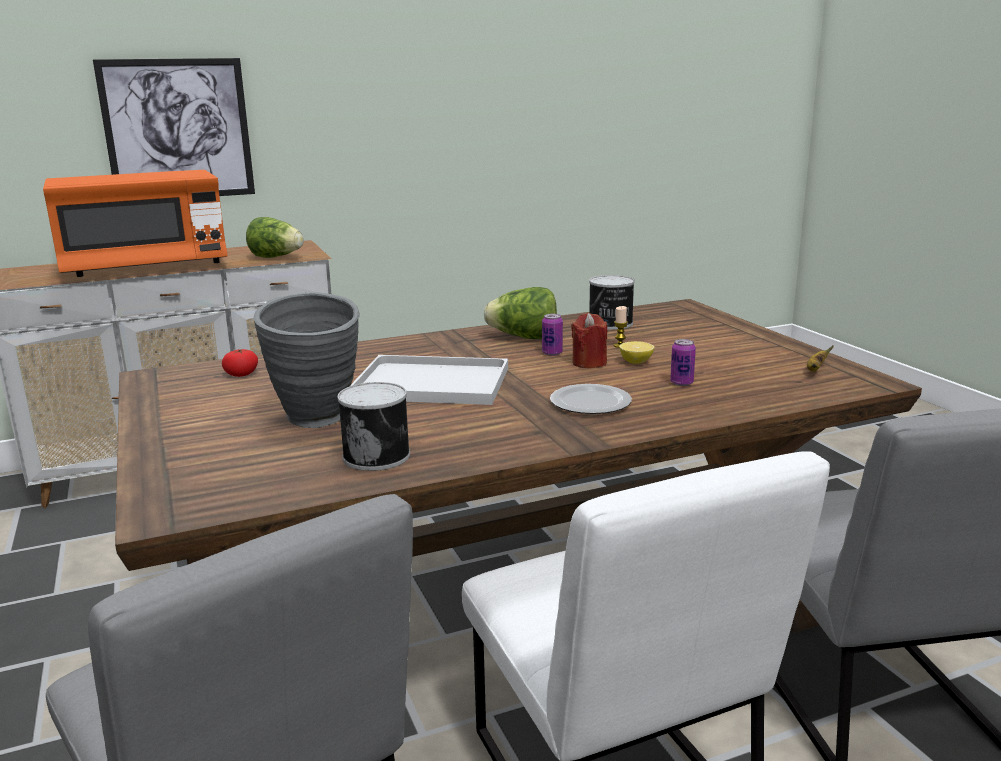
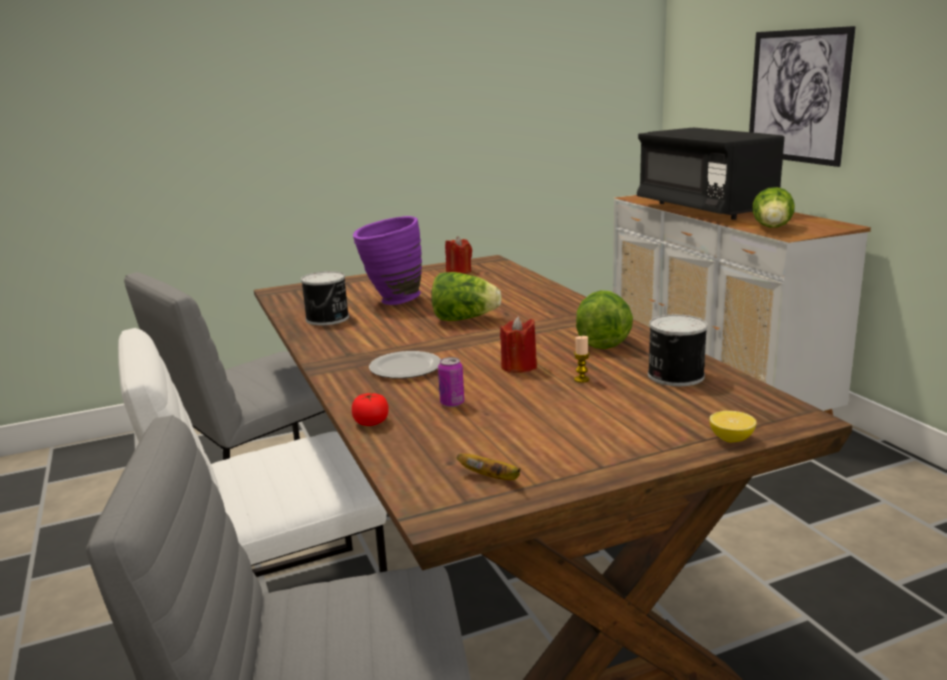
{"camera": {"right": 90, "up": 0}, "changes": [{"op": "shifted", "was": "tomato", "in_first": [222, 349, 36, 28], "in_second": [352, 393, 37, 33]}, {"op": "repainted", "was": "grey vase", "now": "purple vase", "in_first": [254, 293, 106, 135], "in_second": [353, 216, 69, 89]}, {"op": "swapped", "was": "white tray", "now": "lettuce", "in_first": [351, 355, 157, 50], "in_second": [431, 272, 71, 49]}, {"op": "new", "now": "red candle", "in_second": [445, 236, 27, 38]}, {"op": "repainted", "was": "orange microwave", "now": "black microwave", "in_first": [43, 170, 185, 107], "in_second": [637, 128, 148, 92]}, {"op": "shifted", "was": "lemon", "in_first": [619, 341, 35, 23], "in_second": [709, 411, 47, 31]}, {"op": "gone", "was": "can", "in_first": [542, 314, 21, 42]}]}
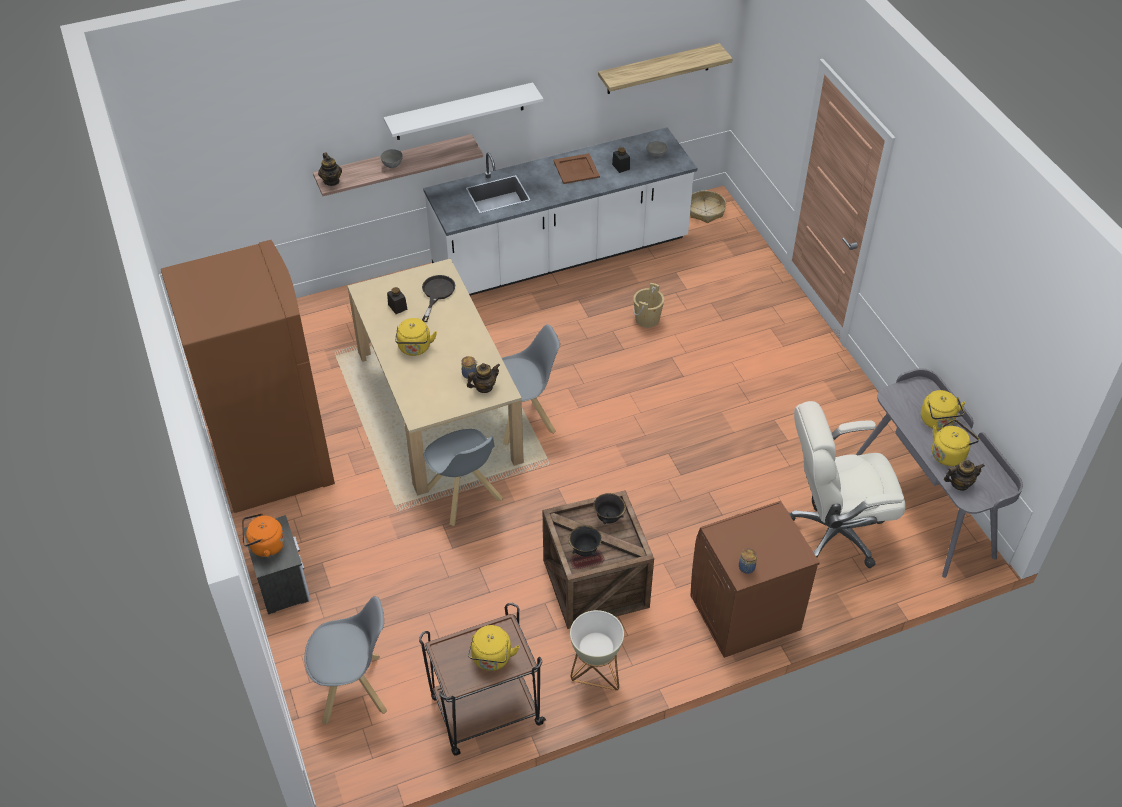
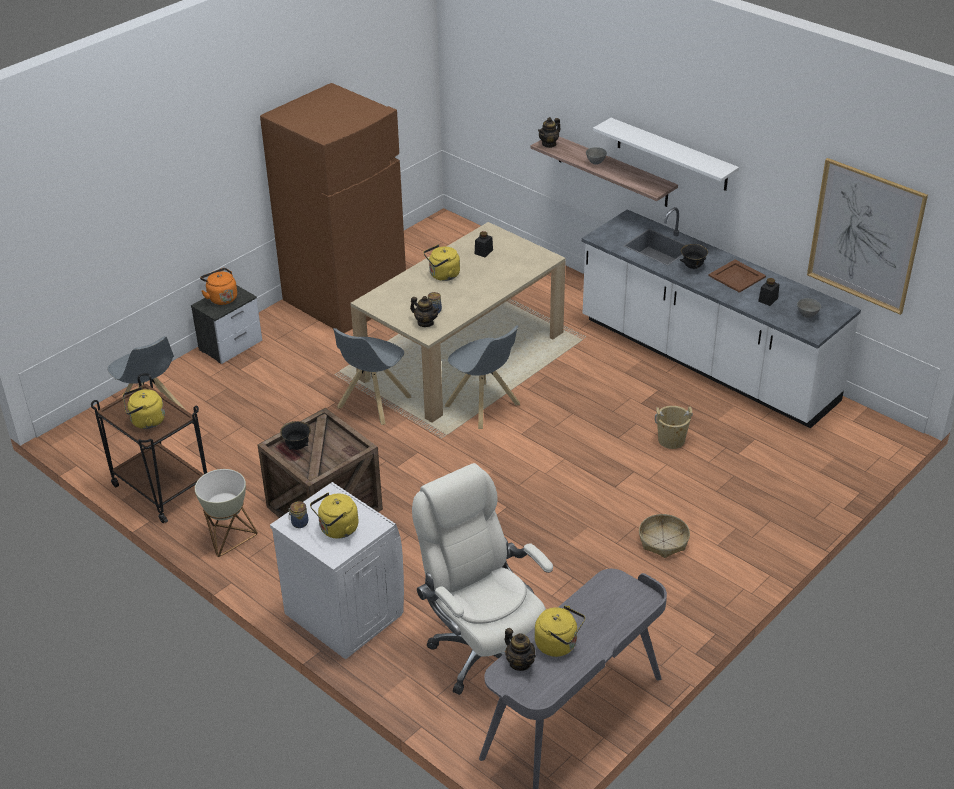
{"camera": {"right": 65, "up": -10}, "changes": [{"op": "repainted", "was": "brown washing machine", "now": "white washing machine", "in_first": [691, 501, 129, 157], "in_second": [270, 482, 134, 178]}, {"op": "shifted", "was": "yellow kettle", "in_first": [921, 390, 44, 40], "in_second": [310, 493, 48, 46]}, {"op": "shifted", "was": "basket", "in_first": [690, 191, 36, 32], "in_second": [639, 514, 51, 44]}, {"op": "shifted", "was": "black bowl", "in_first": [593, 493, 33, 31], "in_second": [680, 244, 28, 25]}, {"op": "swapped", "was": "shelf", "now": "picture", "in_first": [598, 43, 135, 51], "in_second": [807, 158, 121, 157]}, {"op": "gone", "was": "black frying pan", "in_first": [422, 275, 33, 47]}]}
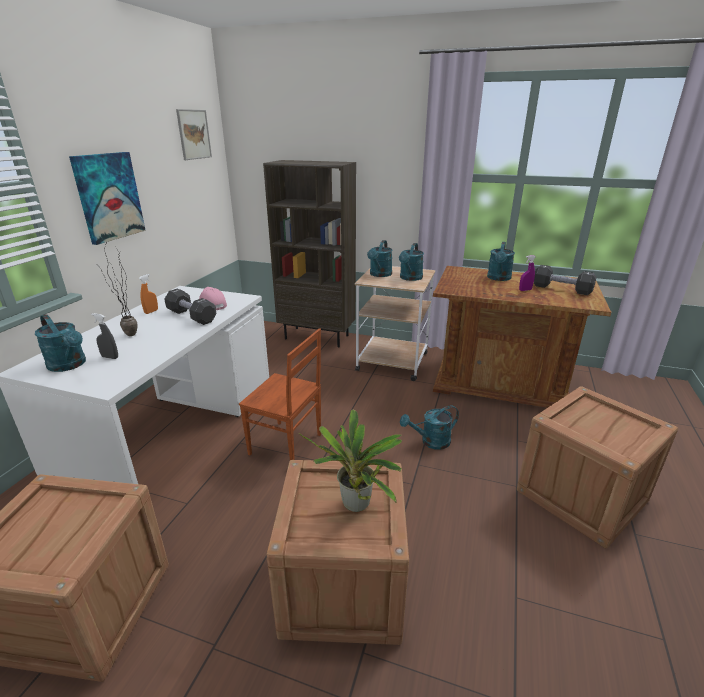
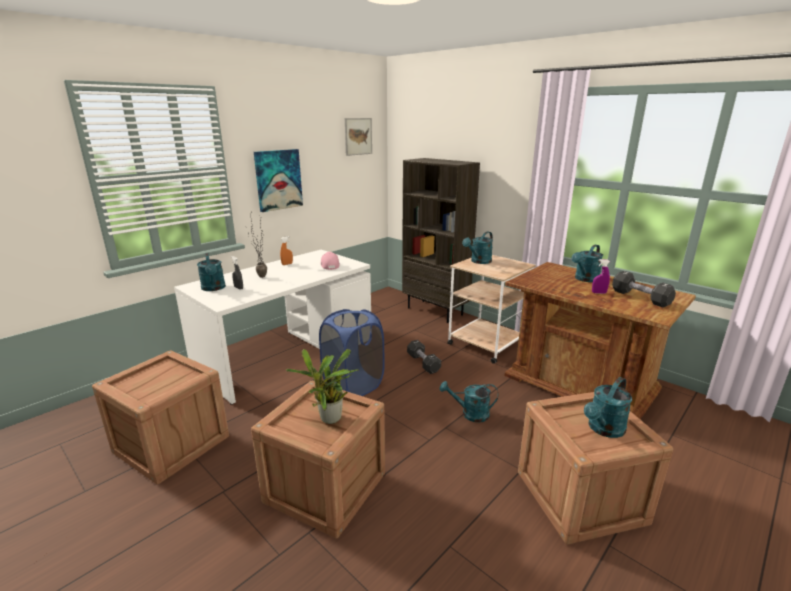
{"camera": {"right": 25, "up": -5}, "changes": [{"op": "swapped", "was": "brown chair", "now": "blue laundry basket", "in_first": [239, 328, 82, 132], "in_second": [319, 309, 65, 87]}, {"op": "shifted", "was": "black dumbbell", "in_first": [164, 289, 52, 36], "in_second": [407, 340, 34, 34]}, {"op": "shifted", "was": "turquoise watering can", "in_first": [399, 243, 25, 38], "in_second": [584, 377, 48, 61]}]}
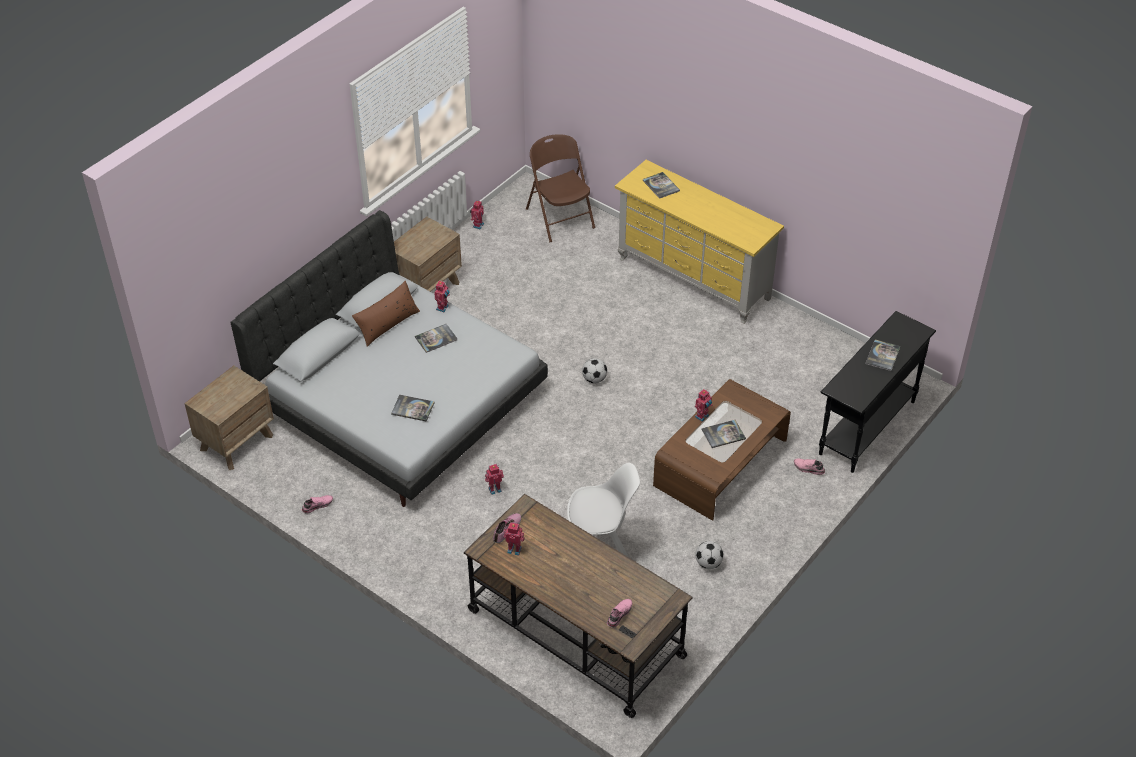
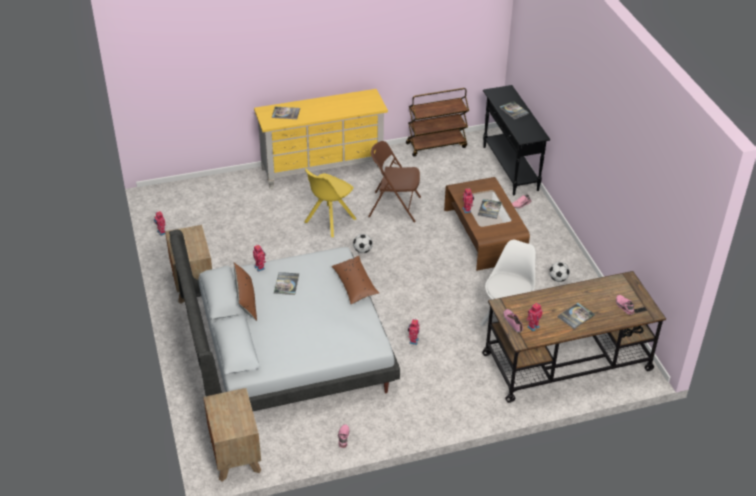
{"camera": {"right": -55, "up": -5}, "changes": [{"op": "new", "now": "yellow chair", "in_second": [304, 168, 53, 69]}, {"op": "new", "now": "brown pillow", "in_second": [332, 256, 47, 48]}, {"op": "shifted", "was": "brown chair", "in_first": [526, 134, 70, 109], "in_second": [368, 141, 53, 82]}, {"op": "new", "now": "brown cart", "in_second": [406, 88, 63, 69]}, {"op": "shifted", "was": "book", "in_first": [391, 395, 43, 27], "in_second": [558, 302, 37, 27]}]}
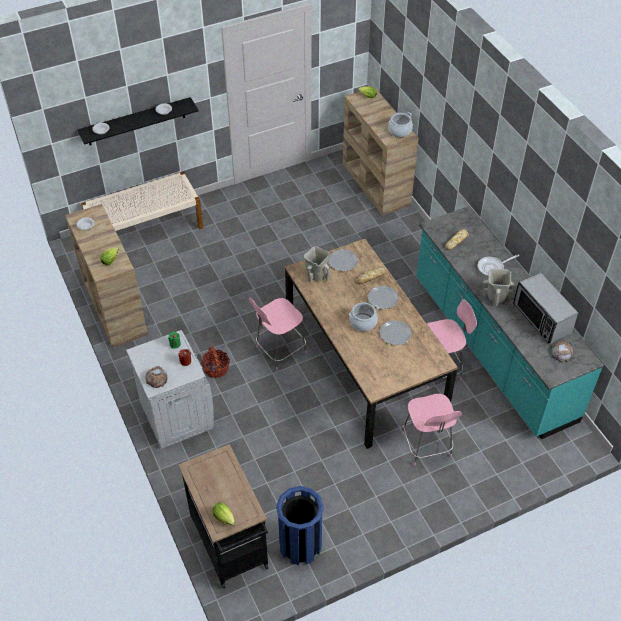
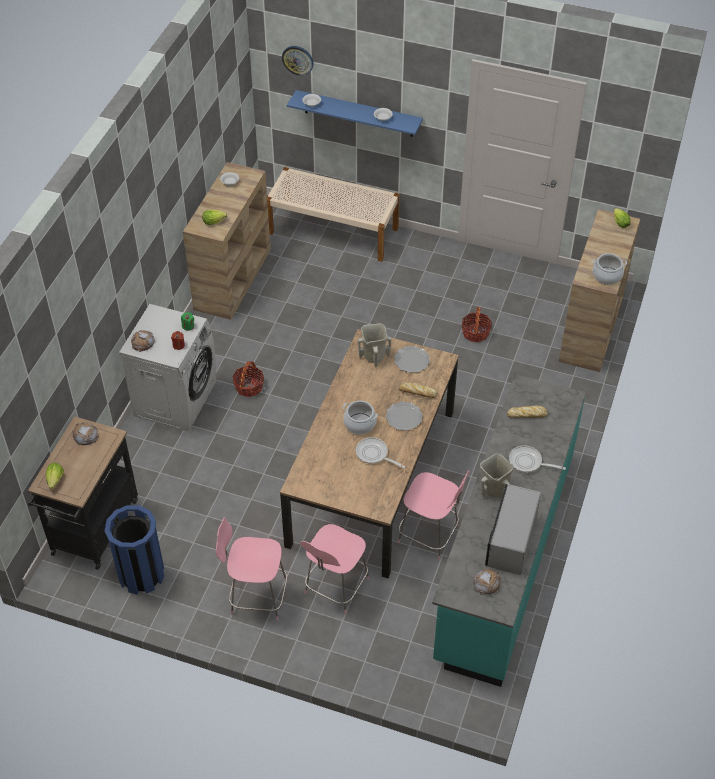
{"camera": {"right": 45, "up": 0}, "changes": [{"op": "new", "now": "bread", "in_second": [72, 422, 27, 23]}, {"op": "shifted", "was": "pink chair", "in_first": [249, 298, 58, 72], "in_second": [216, 517, 71, 104]}, {"op": "new", "now": "wall clock", "in_second": [282, 46, 32, 30]}, {"op": "repainted", "was": "black shelf", "now": "blue shelf", "in_first": [77, 97, 122, 48], "in_second": [287, 90, 136, 47]}, {"op": "swapped", "was": "plate", "now": "frying pan", "in_first": [379, 320, 33, 25], "in_second": [356, 437, 49, 31]}, {"op": "new", "now": "basket", "in_second": [462, 307, 30, 35]}]}
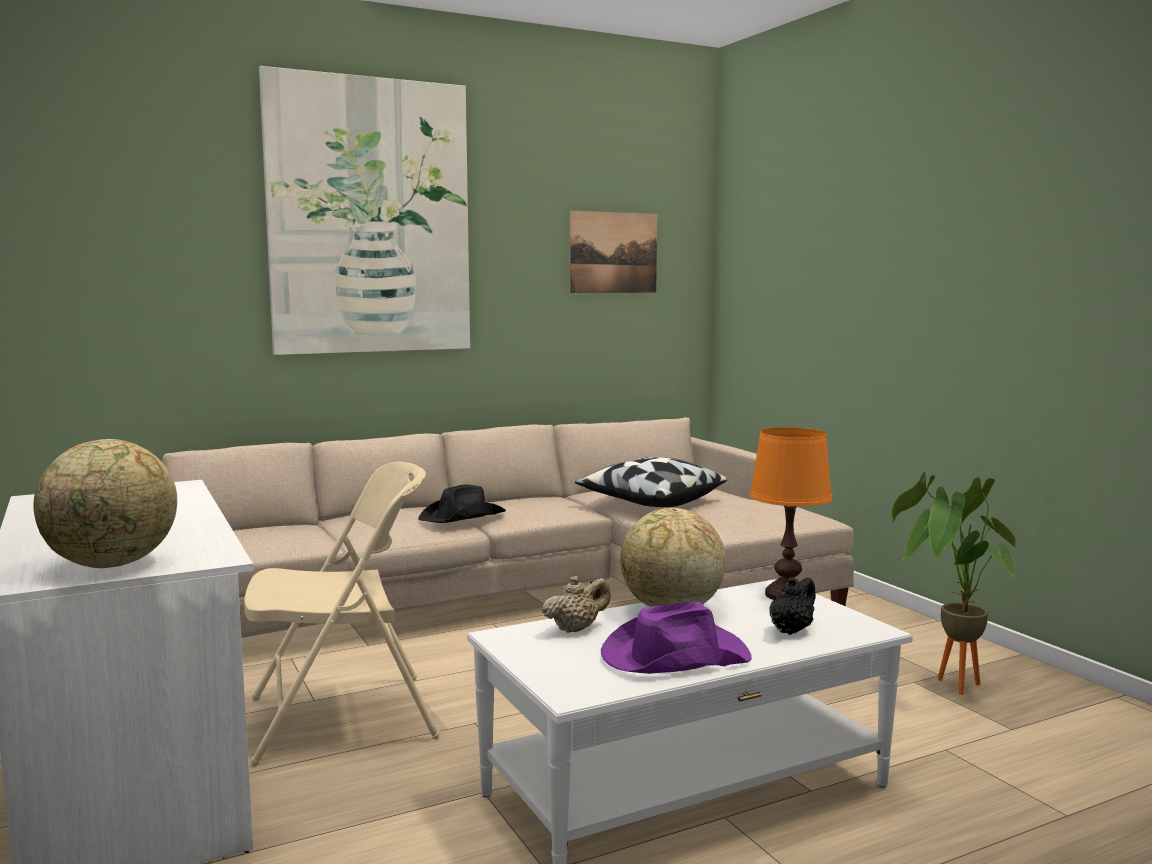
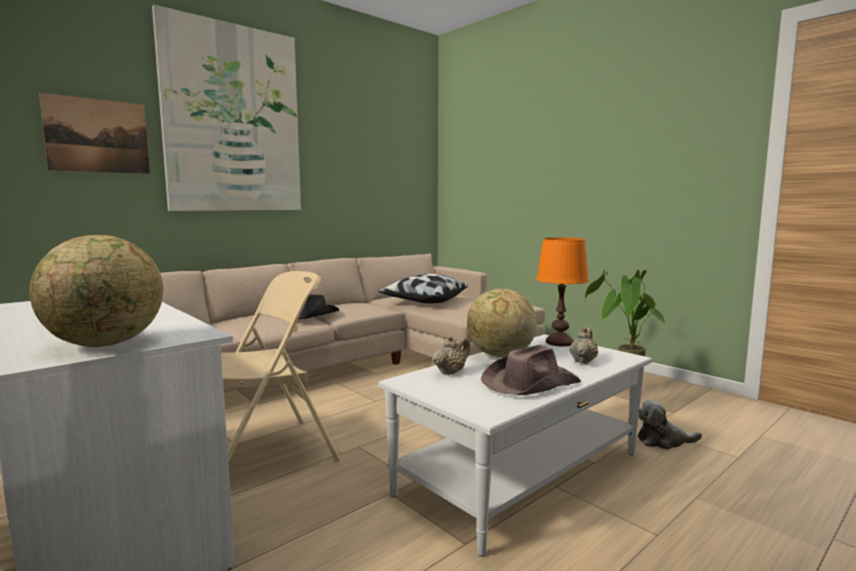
{"camera": {"right": -15, "up": 0}, "changes": [{"op": "shifted", "was": "picture", "in_first": [570, 211, 87, 82], "in_second": [39, 92, 111, 82]}, {"op": "repainted", "was": "purple hat", "now": "brown hat", "in_first": [601, 601, 151, 73], "in_second": [481, 345, 100, 50]}, {"op": "repainted", "was": "black teapot", "now": "beige teapot", "in_first": [769, 577, 47, 58], "in_second": [570, 327, 28, 37]}, {"op": "new", "now": "plush toy", "in_second": [638, 400, 64, 50]}]}
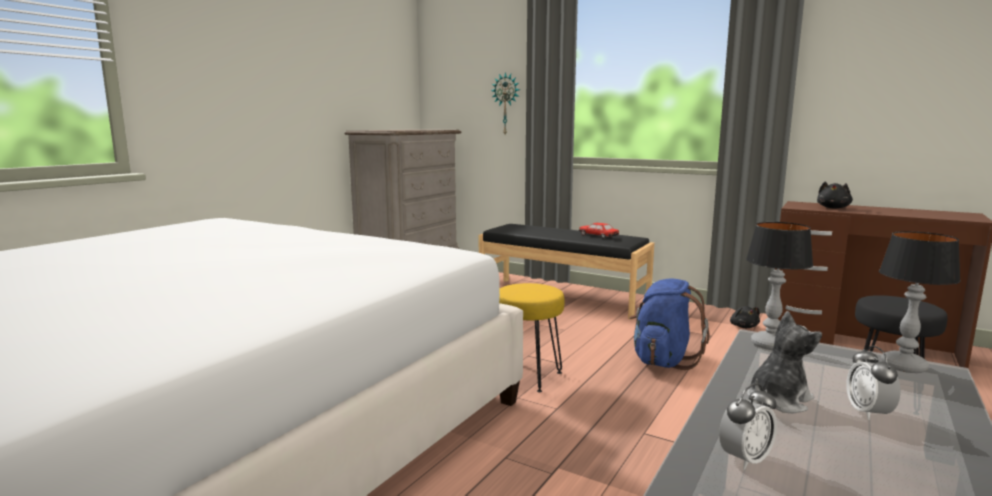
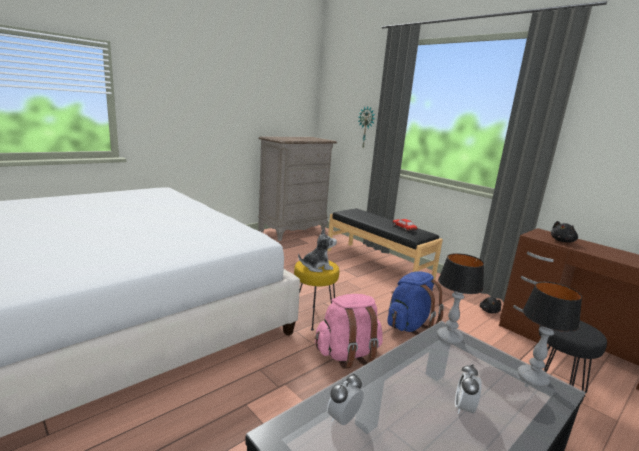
{"camera": {"right": 15, "up": 5}, "changes": [{"op": "shifted", "was": "plush toy", "in_first": [747, 311, 75, 102], "in_second": [298, 229, 39, 43]}, {"op": "new", "now": "pink backpack", "in_second": [314, 294, 69, 75]}, {"op": "rotated", "was": "alarm clock", "in_first": [719, 383, 58, 87], "in_second": [327, 374, 37, 51], "clockwise": 150}]}
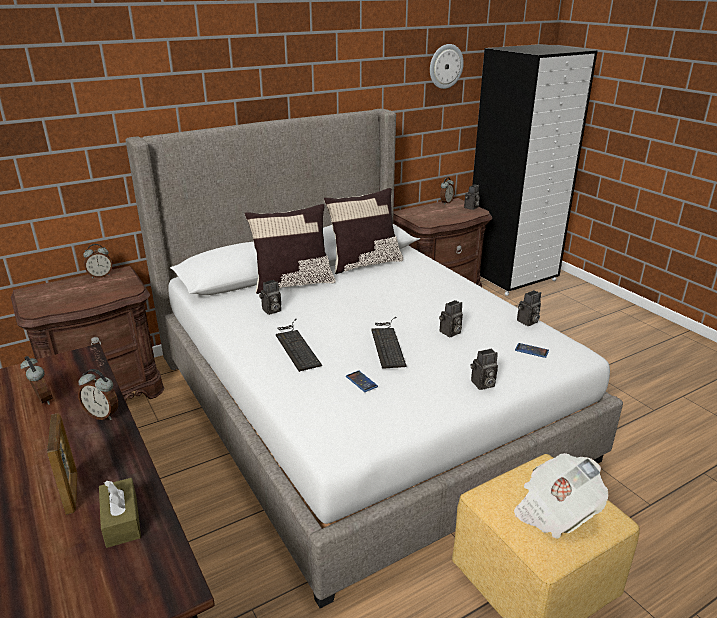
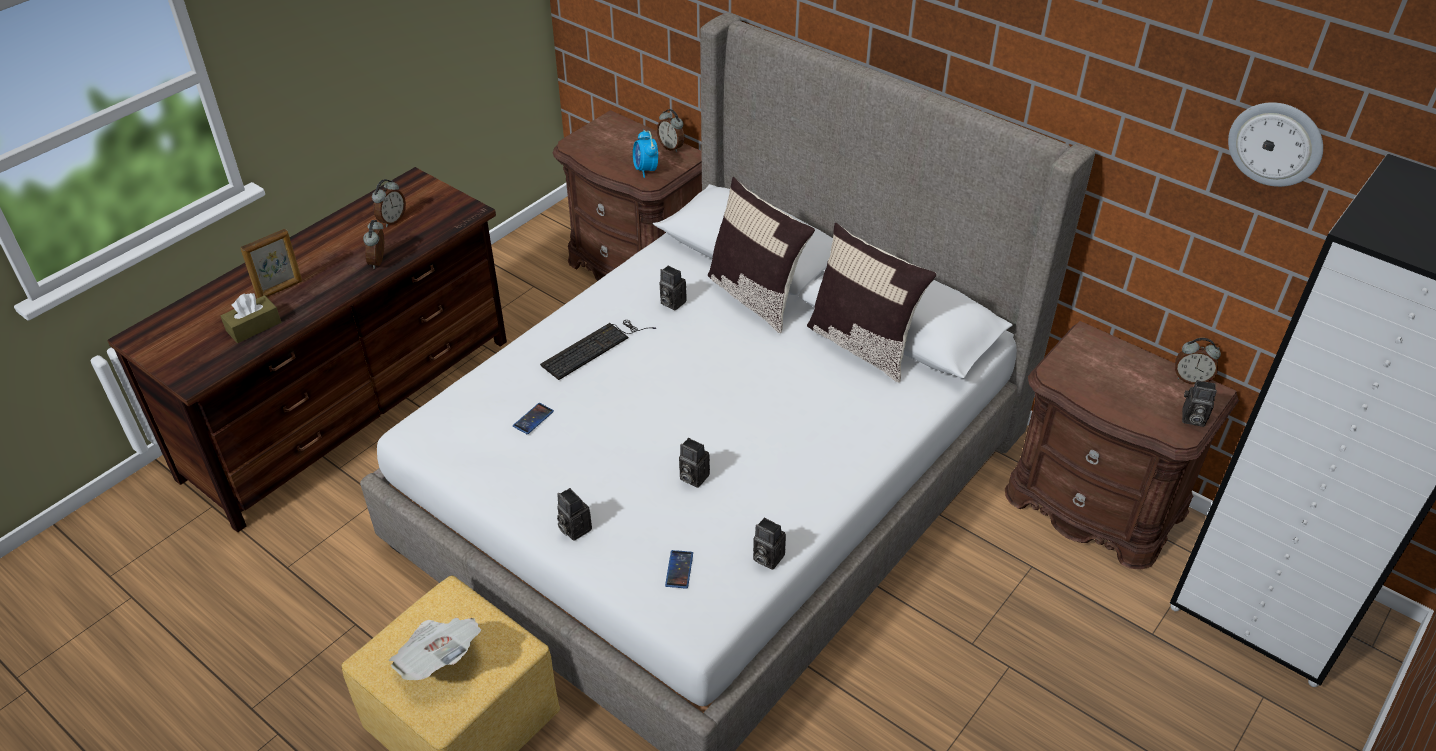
{"camera": {"right": 70, "up": 15}, "changes": [{"op": "new", "now": "alarm clock", "in_second": [633, 130, 25, 48]}, {"op": "gone", "was": "keyboard", "in_first": [371, 317, 36, 52]}]}
